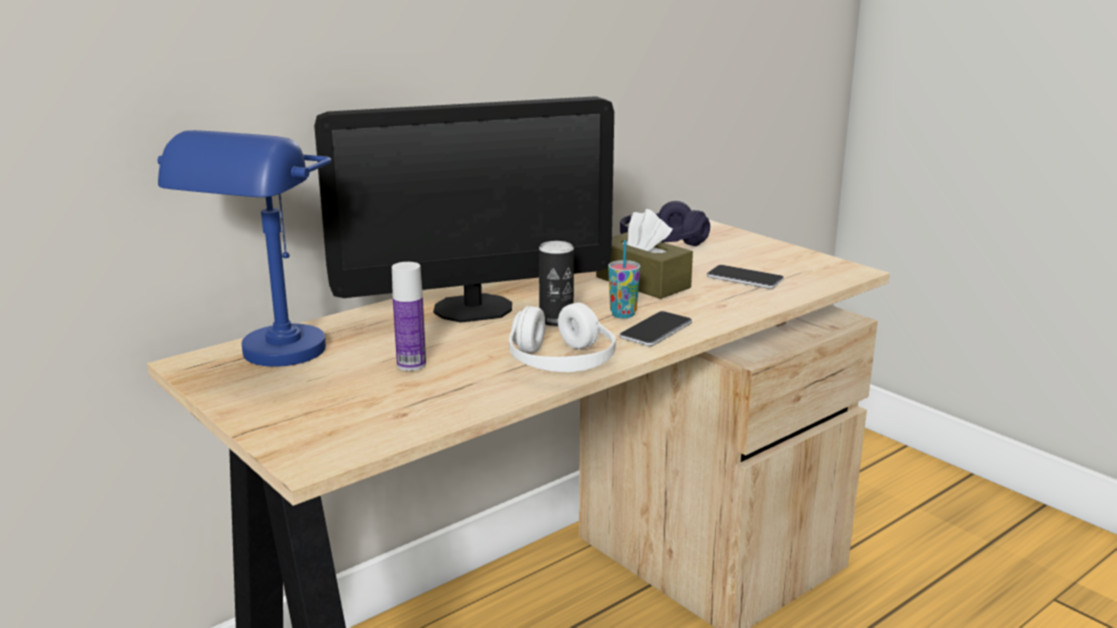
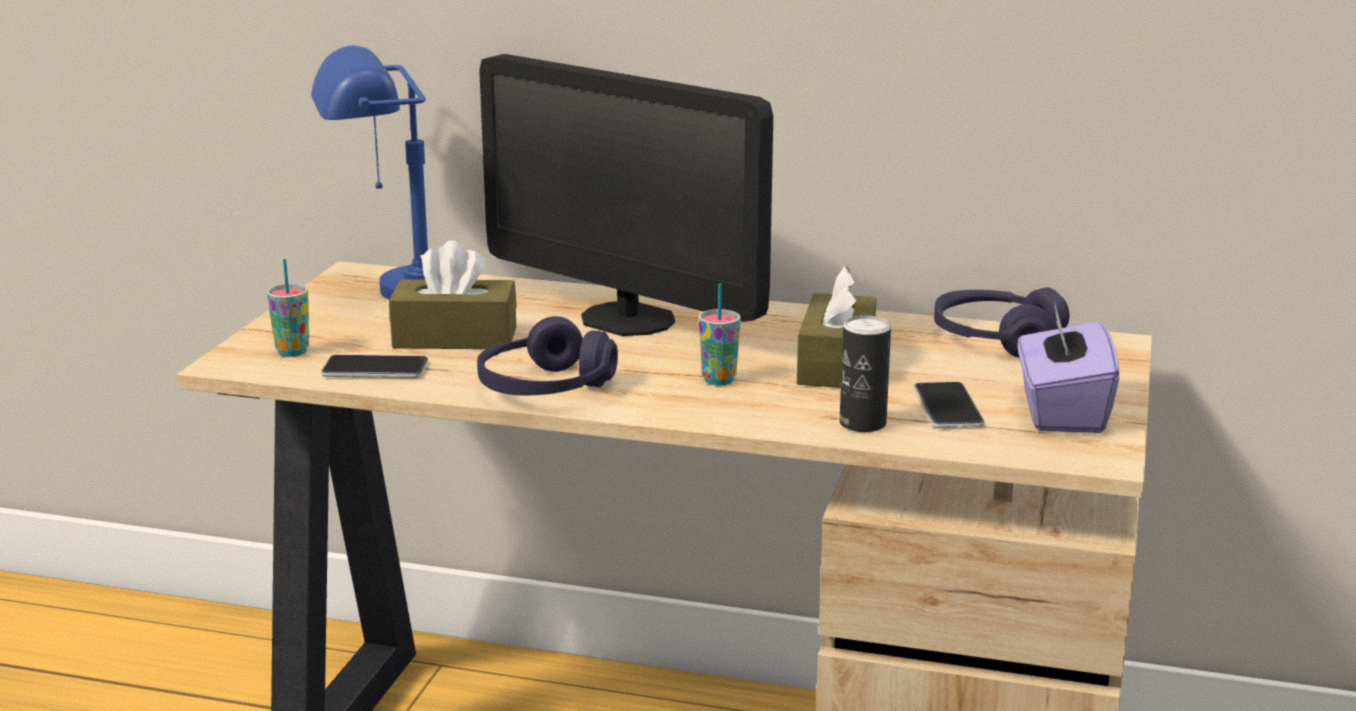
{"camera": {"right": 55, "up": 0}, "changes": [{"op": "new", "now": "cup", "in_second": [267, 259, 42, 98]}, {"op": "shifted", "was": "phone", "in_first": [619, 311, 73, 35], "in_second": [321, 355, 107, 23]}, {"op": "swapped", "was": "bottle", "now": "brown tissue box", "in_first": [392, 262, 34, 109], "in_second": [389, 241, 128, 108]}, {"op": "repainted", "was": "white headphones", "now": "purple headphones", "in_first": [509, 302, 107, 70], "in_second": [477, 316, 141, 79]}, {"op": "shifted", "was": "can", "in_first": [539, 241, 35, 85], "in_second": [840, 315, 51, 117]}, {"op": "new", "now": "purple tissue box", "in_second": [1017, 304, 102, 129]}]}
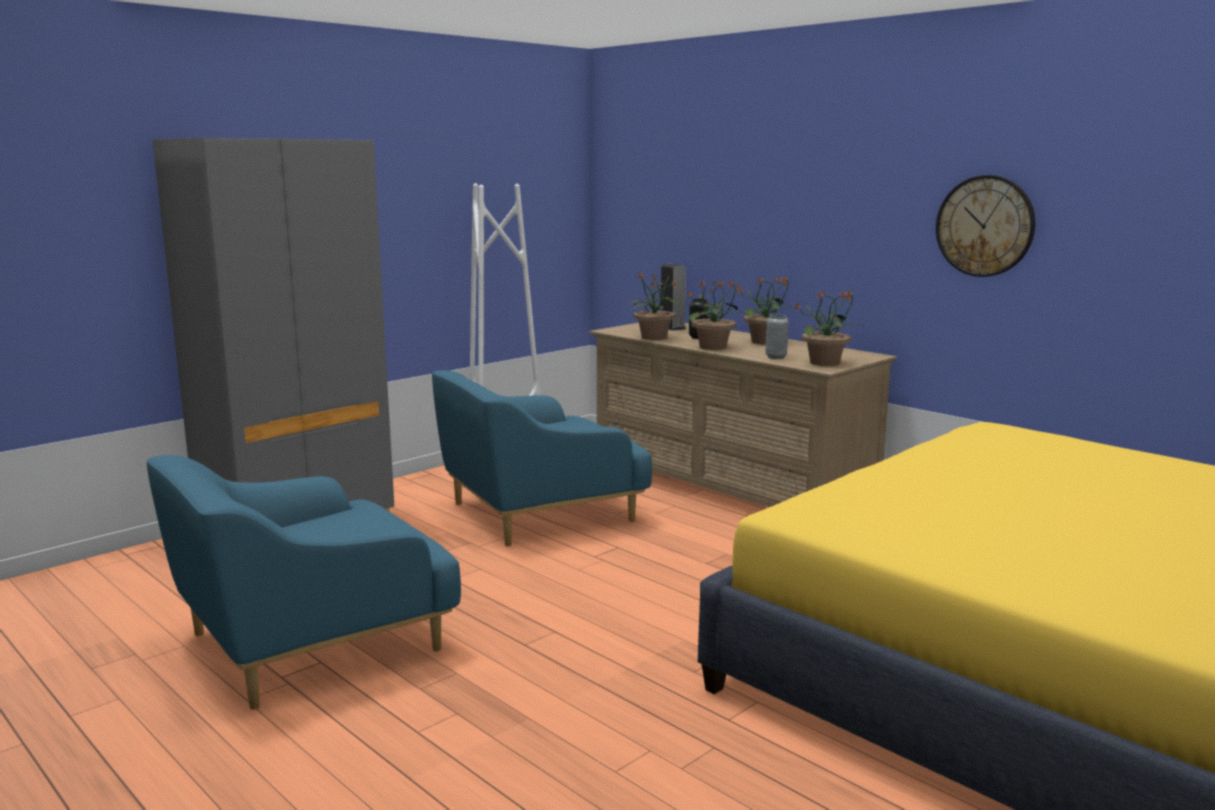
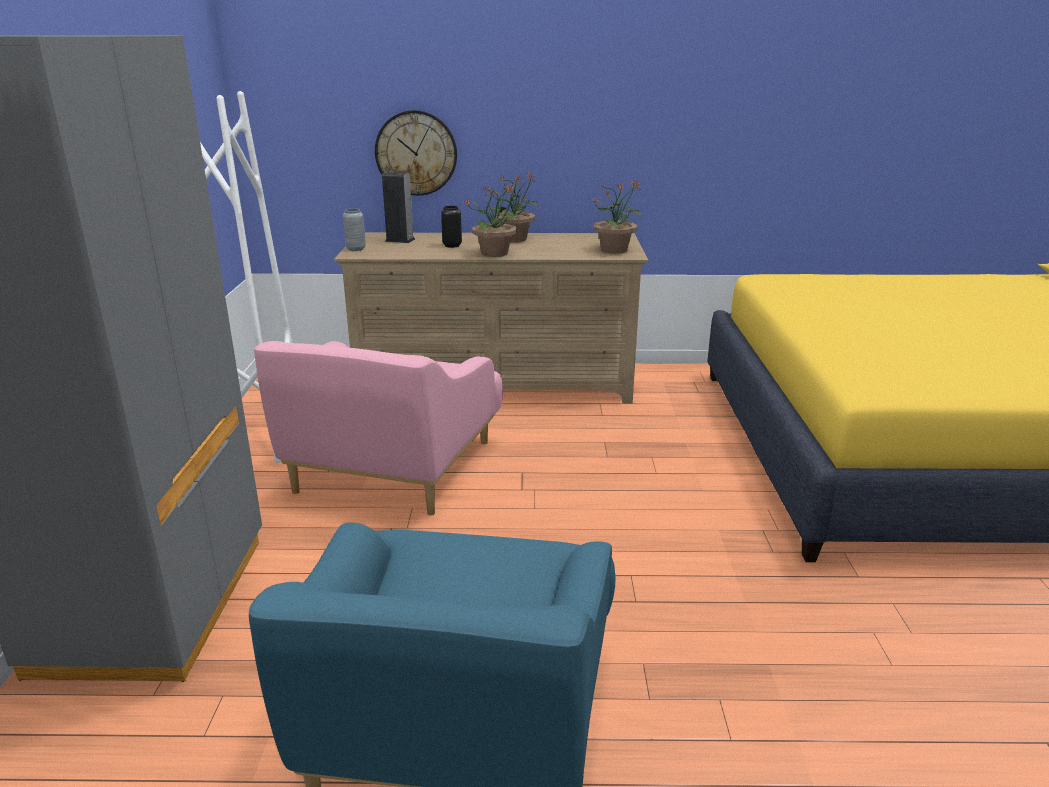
{"camera": {"right": -45, "up": 10}, "changes": [{"op": "repainted", "was": "blue armchair", "now": "pink armchair", "in_first": [432, 370, 220, 176], "in_second": [254, 341, 249, 175]}, {"op": "shifted", "was": "grey vase", "in_first": [765, 314, 24, 45], "in_second": [343, 208, 23, 43]}, {"op": "shifted", "was": "wall clock", "in_first": [936, 175, 99, 102], "in_second": [375, 110, 82, 86]}, {"op": "gone", "was": "potted plant", "in_first": [630, 272, 51, 68]}]}
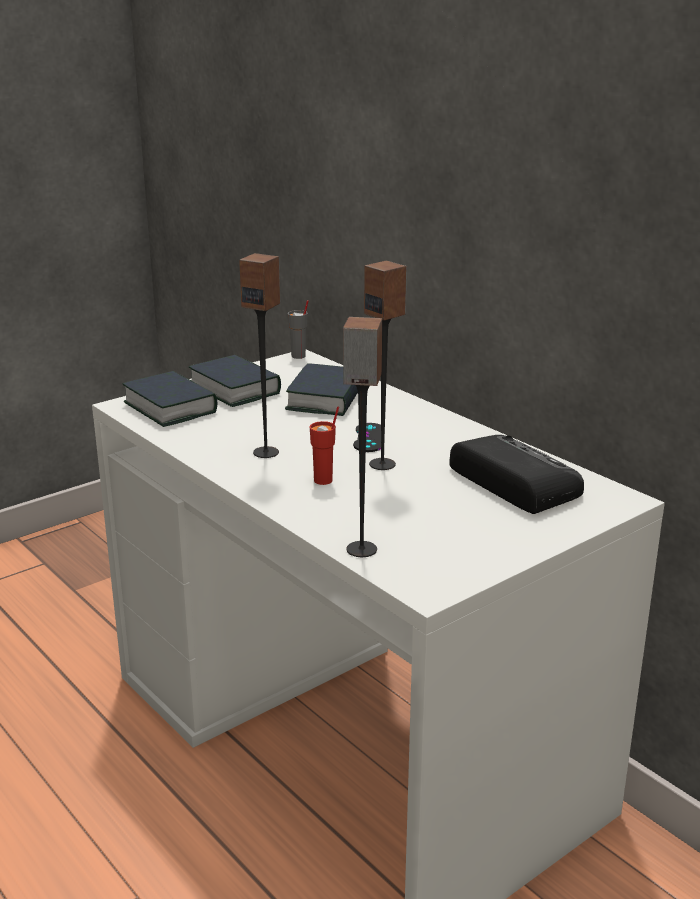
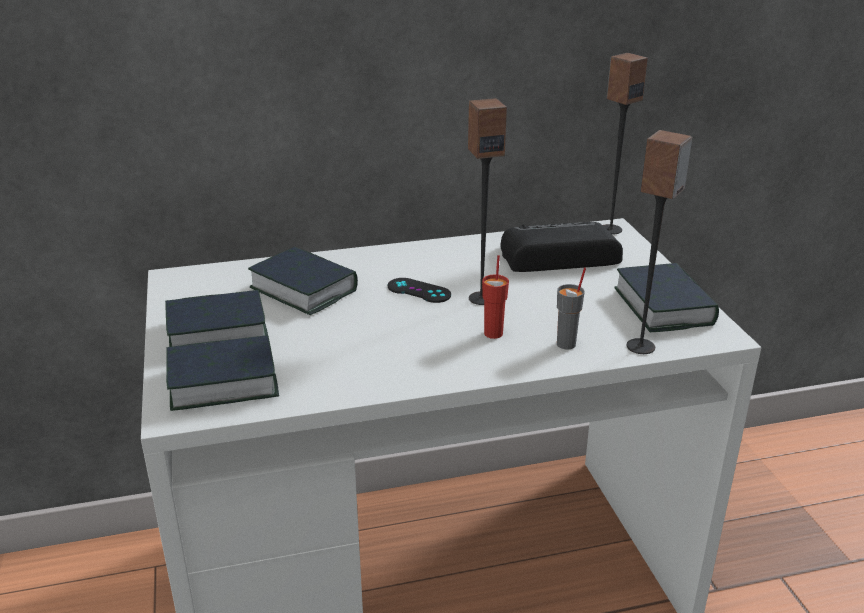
{"camera": {"right": -65, "up": 5}, "changes": [{"op": "shifted", "was": "grey cup", "in_first": [288, 300, 20, 59], "in_second": [557, 268, 29, 82]}, {"op": "shifted", "was": "speaker", "in_first": [239, 253, 41, 205], "in_second": [603, 53, 45, 182]}, {"op": "new", "now": "book", "in_second": [614, 263, 105, 69]}]}
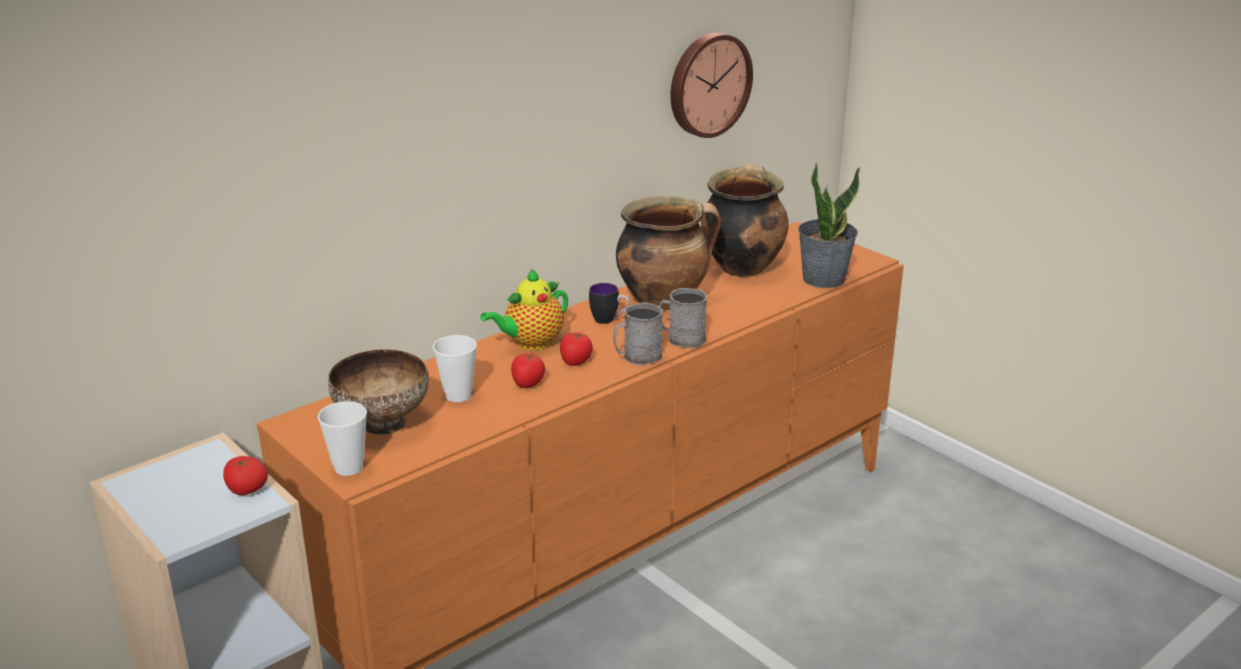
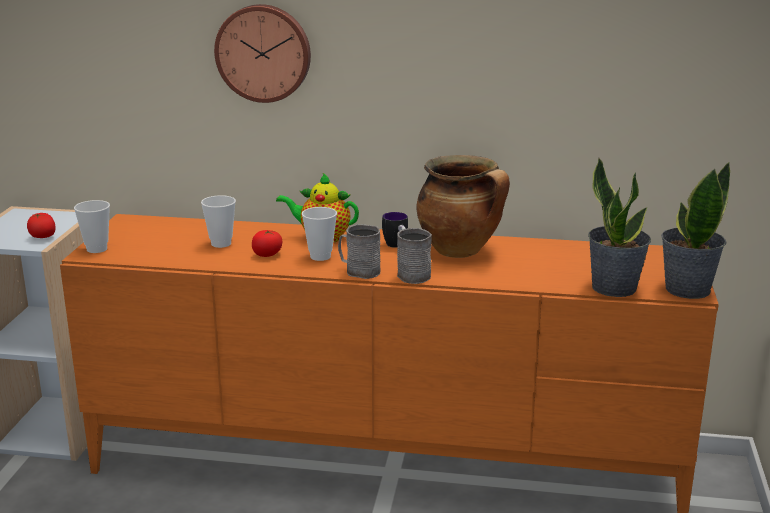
{"camera": {"right": 50, "up": -5}, "changes": [{"op": "shifted", "was": "wall clock", "in_first": [671, 33, 82, 105], "in_second": [214, 4, 97, 99]}, {"op": "swapped", "was": "tomato", "now": "cup", "in_first": [560, 332, 33, 34], "in_second": [302, 207, 35, 54]}, {"op": "new", "now": "potted plant", "in_second": [661, 162, 69, 137]}, {"op": "gone", "was": "bowl", "in_first": [328, 349, 101, 86]}, {"op": "gone", "was": "cooking pot", "in_first": [701, 164, 88, 113]}]}
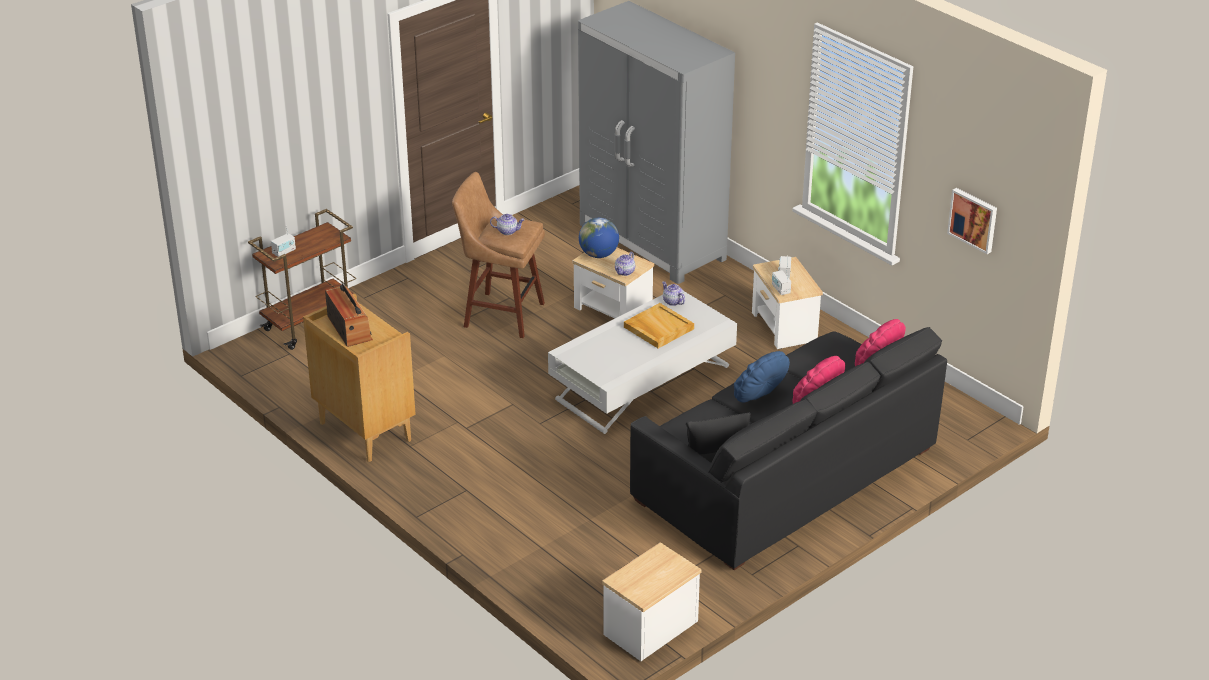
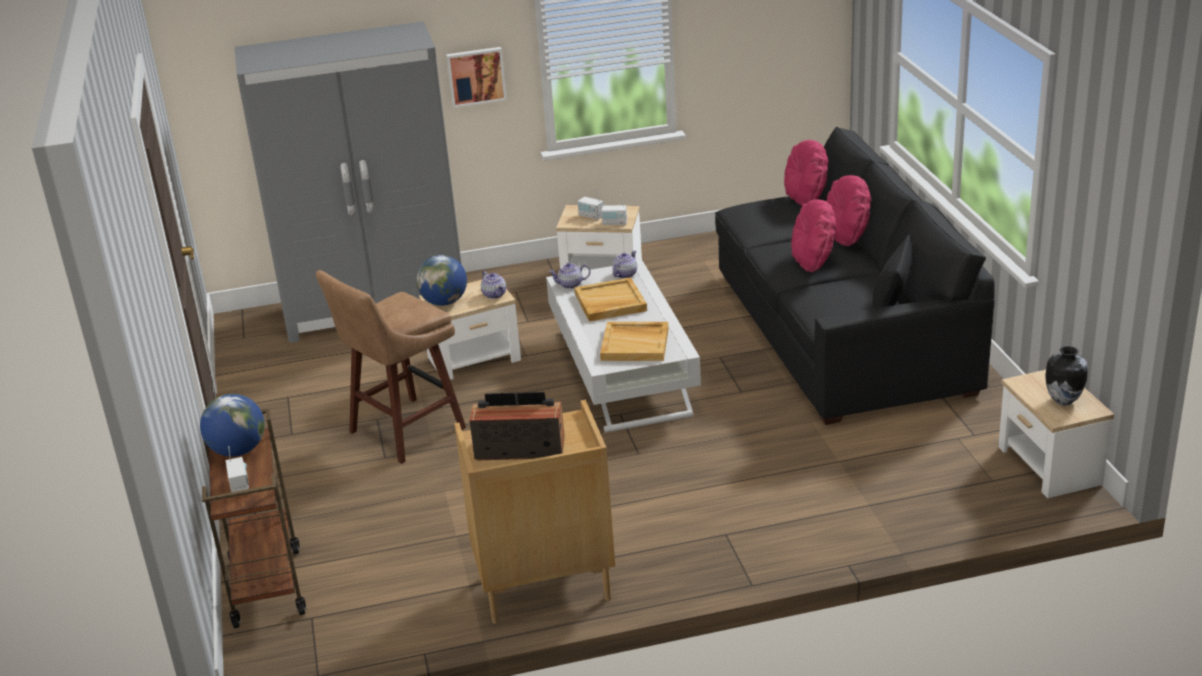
{"camera": {"right": -60, "up": -5}, "changes": [{"op": "new", "now": "globe", "in_second": [200, 394, 65, 63]}, {"op": "shifted", "was": "picture", "in_first": [947, 188, 50, 66], "in_second": [446, 47, 61, 61]}, {"op": "new", "now": "beige tray", "in_second": [600, 322, 68, 39]}, {"op": "shifted", "was": "teapot", "in_first": [490, 214, 35, 21], "in_second": [612, 250, 25, 28]}, {"op": "repainted", "was": "blue pillow", "now": "pink pillow", "in_first": [734, 351, 56, 52], "in_second": [791, 199, 45, 73]}, {"op": "new", "now": "vase", "in_second": [1045, 346, 43, 60]}]}
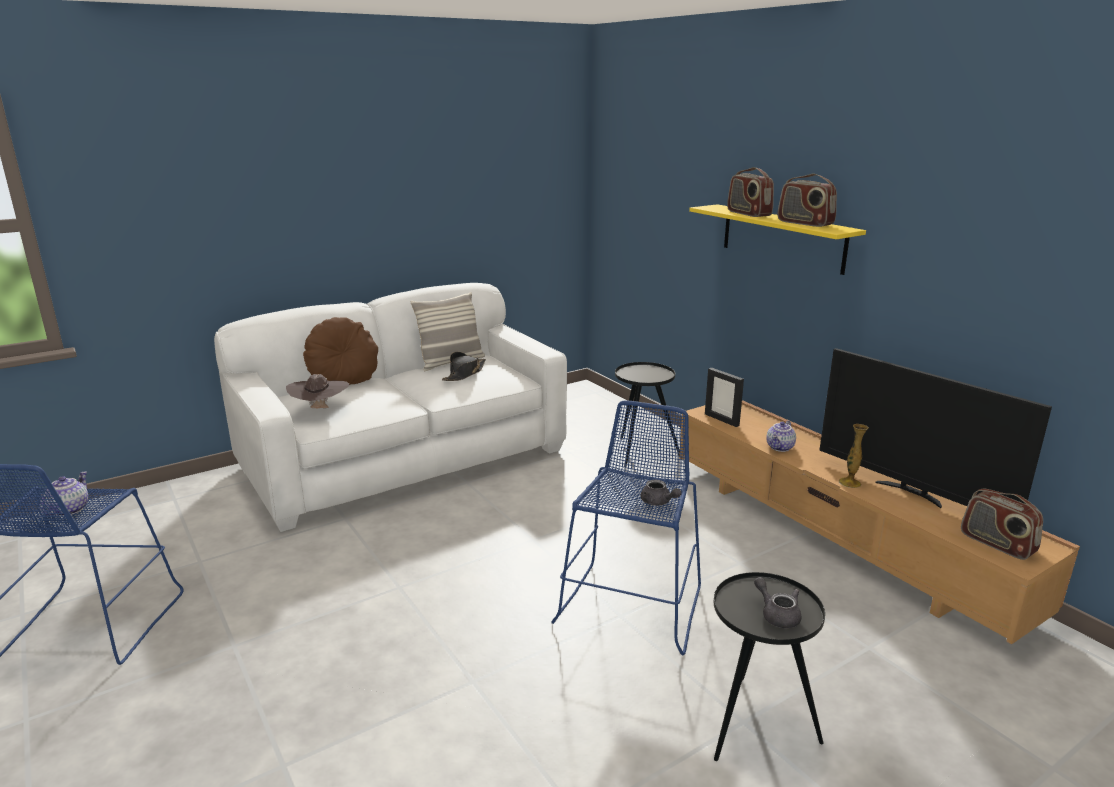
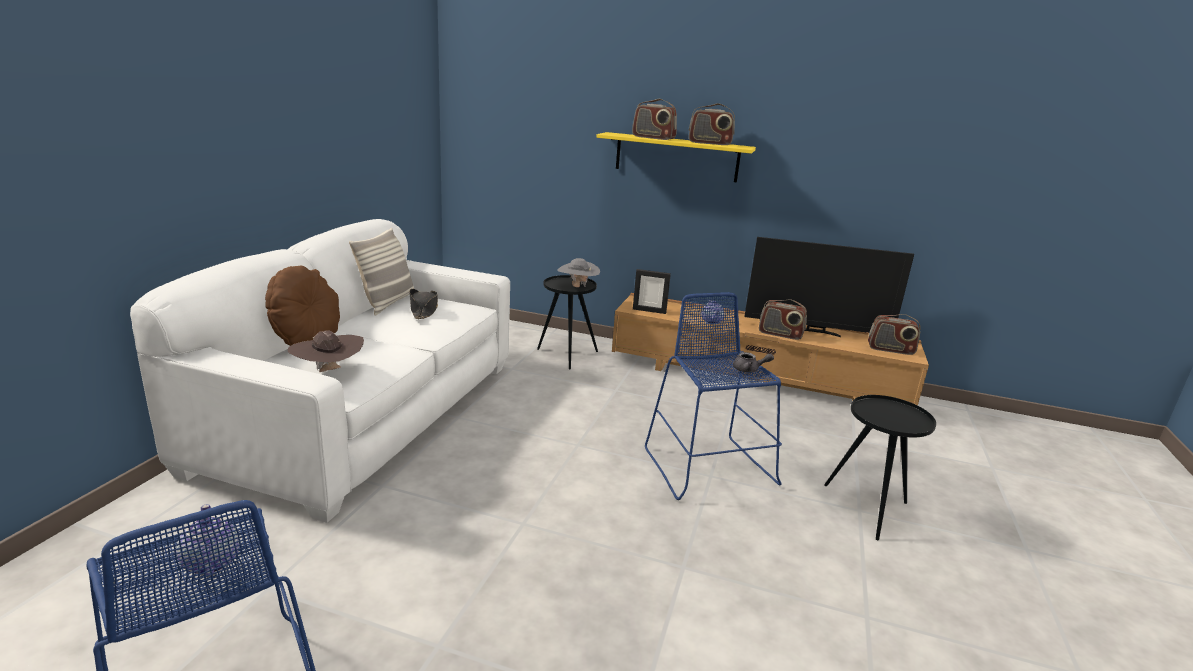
{"camera": {"right": -40, "up": 0}, "changes": [{"op": "new", "now": "grey hat", "in_second": [557, 258, 43, 29]}, {"op": "swapped", "was": "vase", "now": "radio", "in_first": [839, 424, 30, 64], "in_second": [759, 299, 48, 41]}, {"op": "gone", "was": "grey teapot", "in_first": [754, 577, 48, 51]}]}
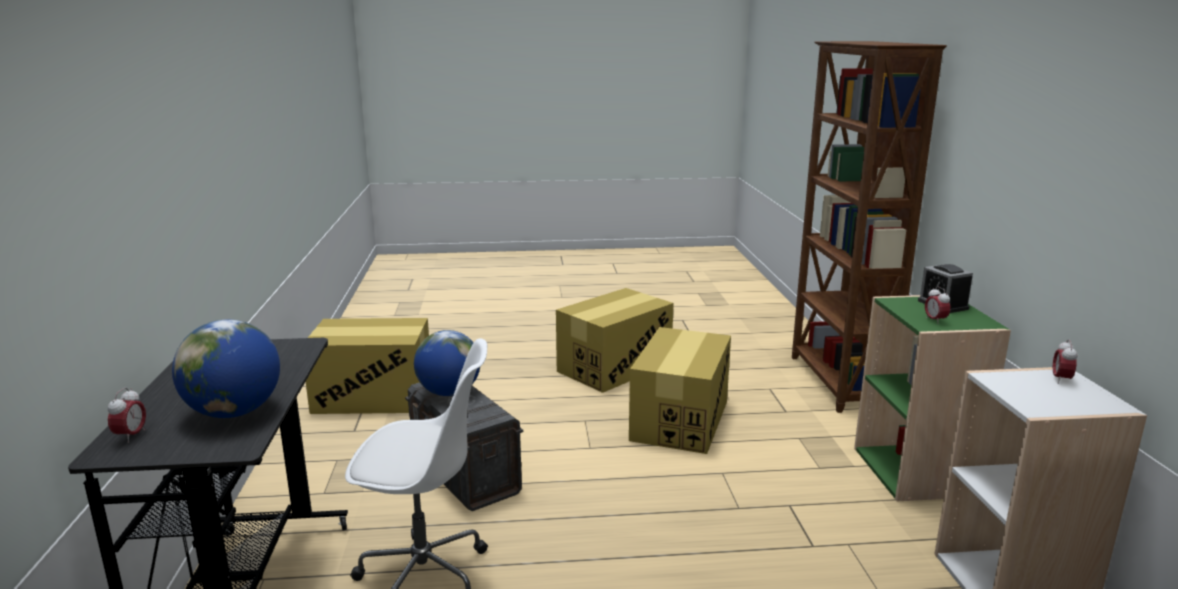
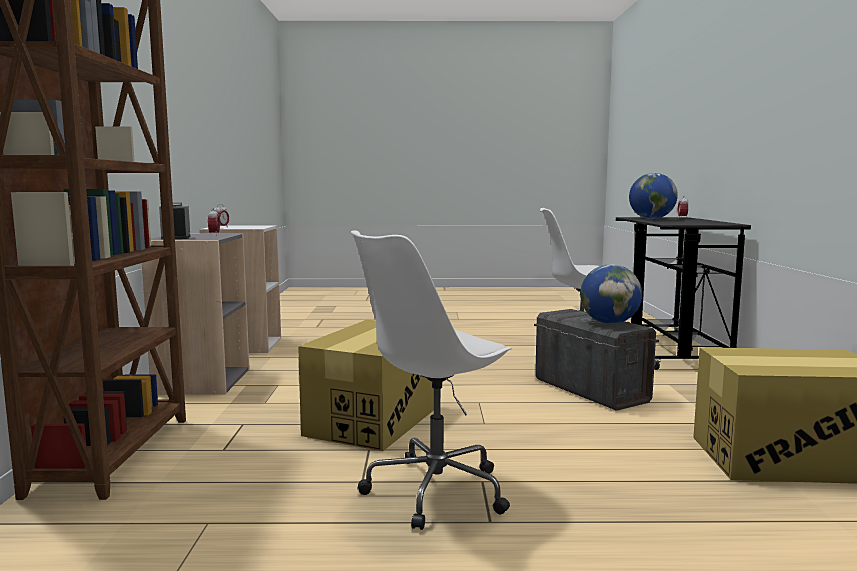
{"camera": {"right": -175, "up": -10}, "changes": [{"op": "repainted", "was": "green bookcase", "now": "grey bookcase", "in_first": [854, 295, 157, 207], "in_second": [142, 234, 108, 161]}, {"op": "swapped", "was": "cardboard box", "now": "white office chair", "in_first": [556, 288, 118, 105], "in_second": [351, 230, 161, 300]}]}
